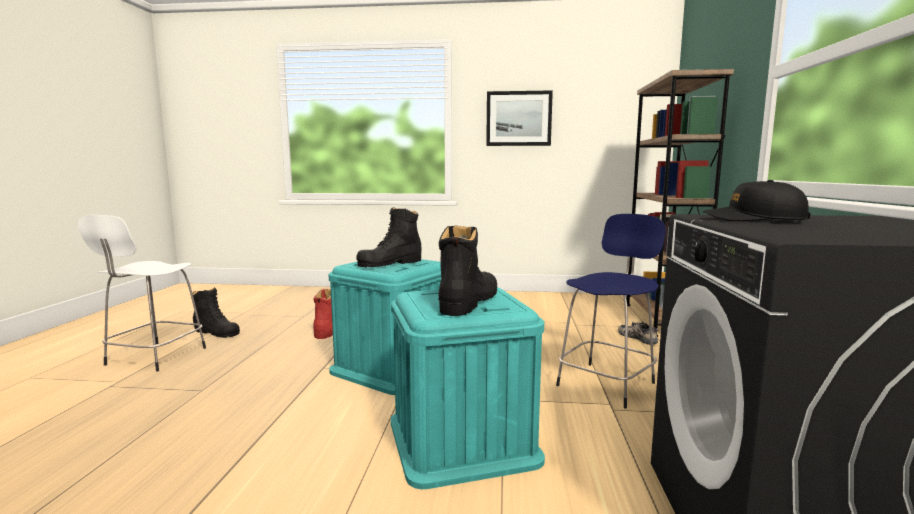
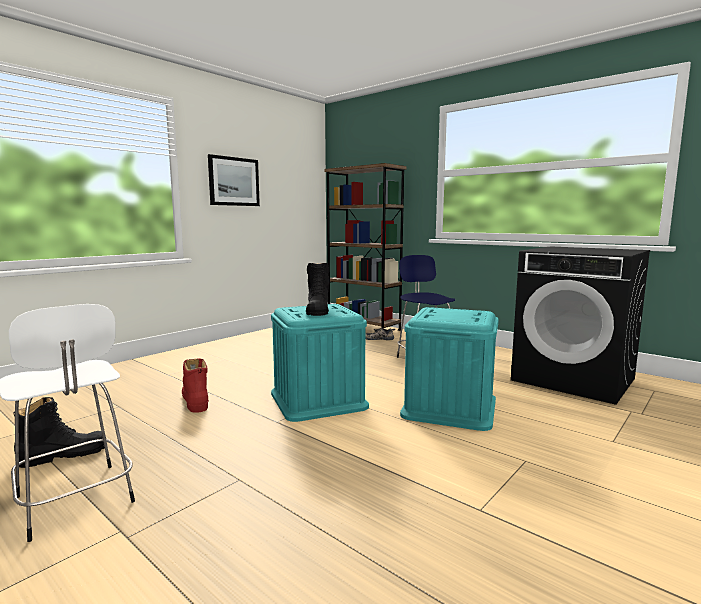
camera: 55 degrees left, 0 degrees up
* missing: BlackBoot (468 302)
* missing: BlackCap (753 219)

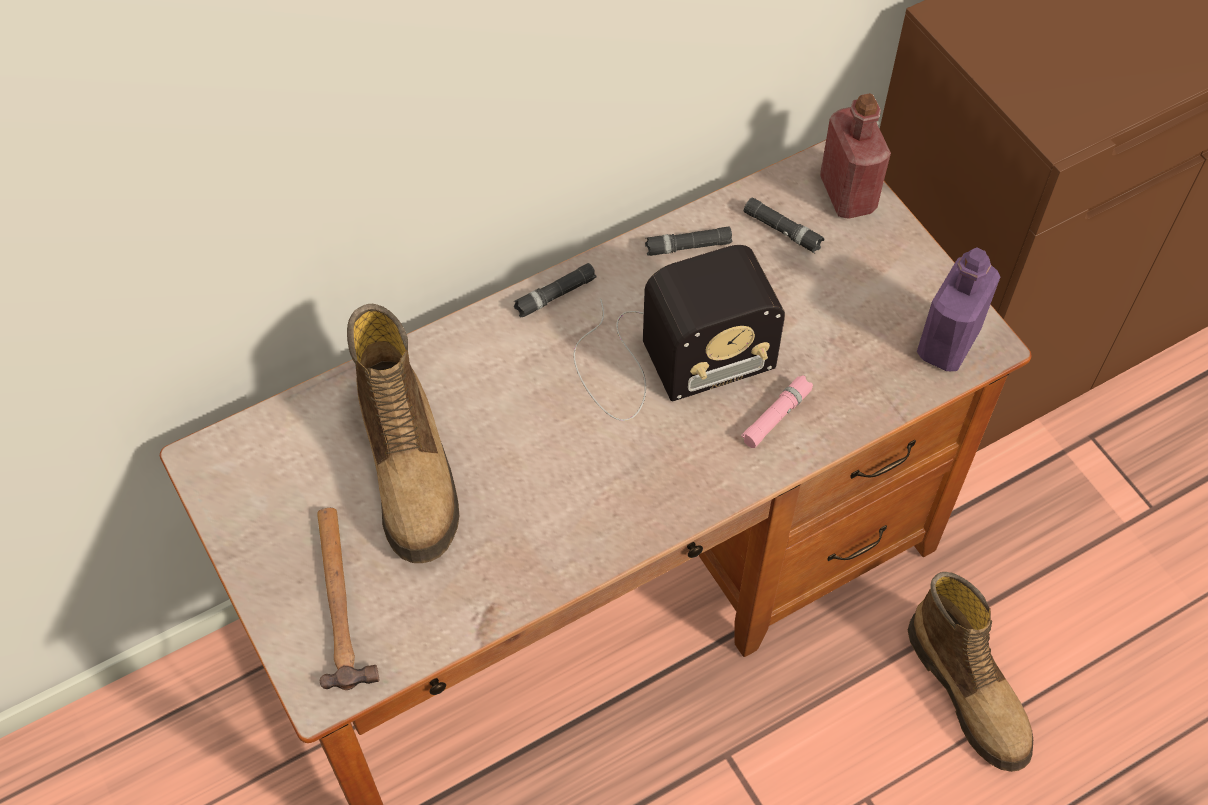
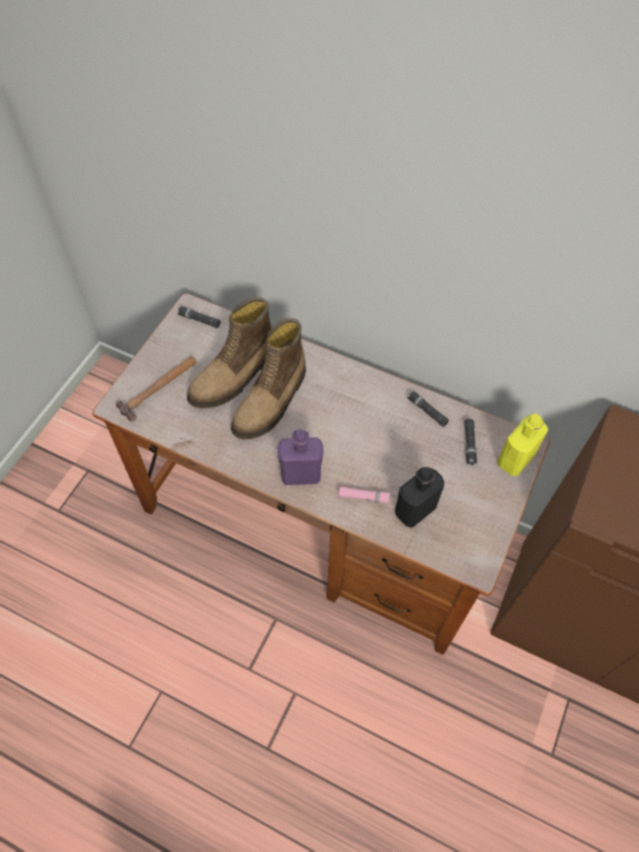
camera: 55 degrees right, 0 degrees up
* relocated: BlackFlashlight (555 295) to (199 320)
* missing: Radio (665 359)
* colour: RedBottle (847 194) to YellowBottle (515 460)
* relocated: Boot (969 691) to (272 401)
* relocated: PurpleBottle (948 343) to (301 474)
* appeared: BlackBottle (415 510)

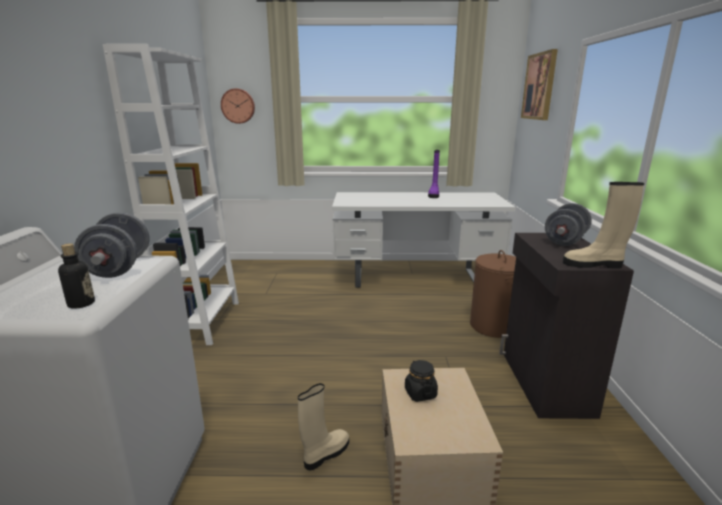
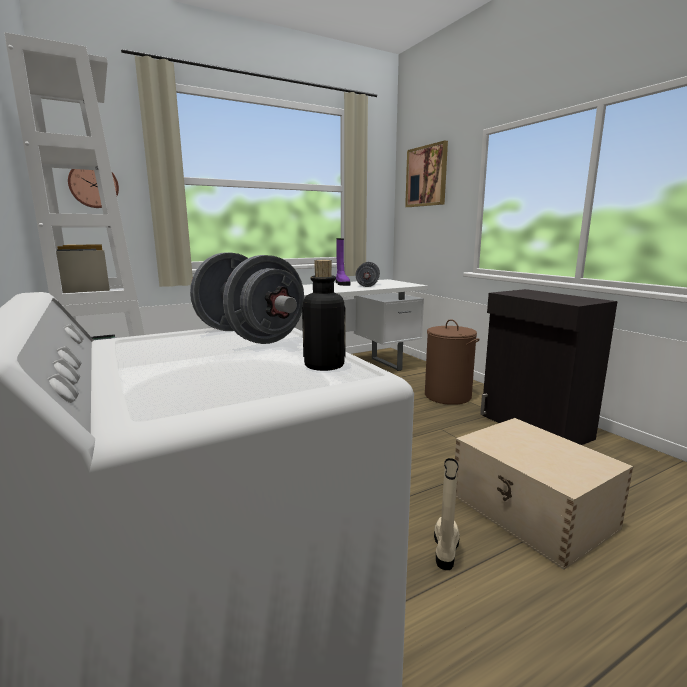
camera: 30 degrees left, 5 degrees down
* missing: BlackJar (420 393)
* relocated: GreyDumbbell (565 241) to (367 285)
* missing: BeigeBoot (594 264)

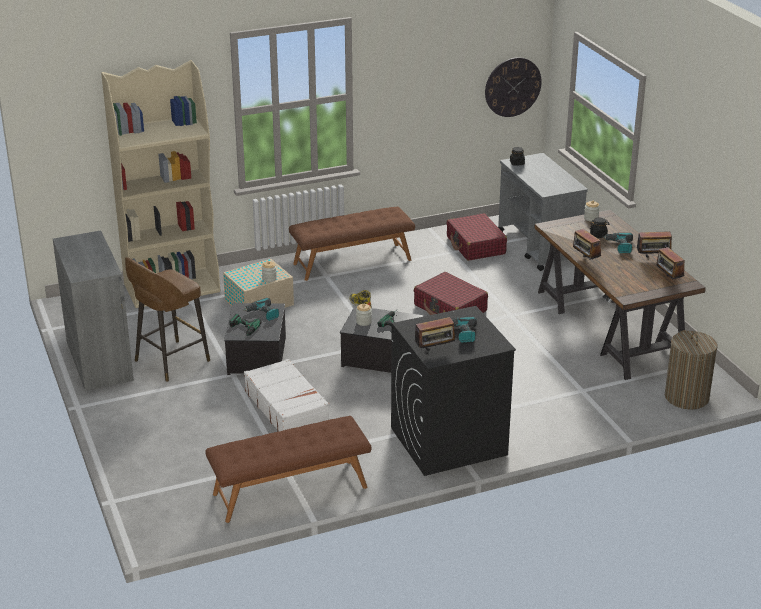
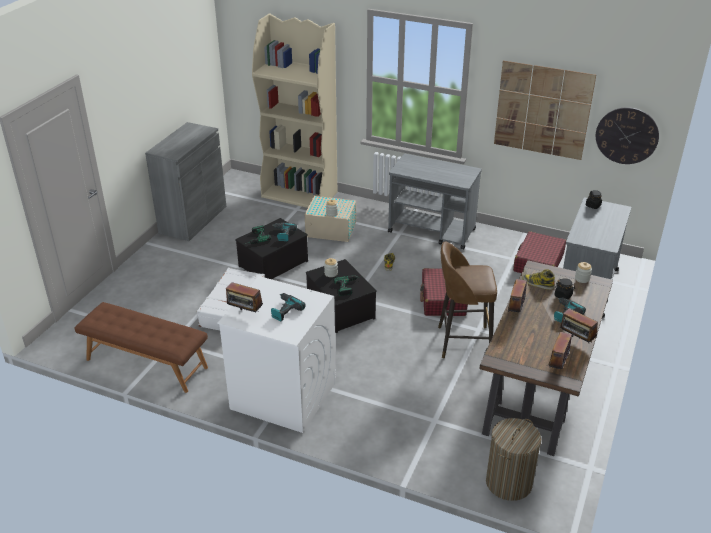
camera: 45 degrees right, 5 degrees up
* relocated: BrownStool (170 362) to (462 342)
* exchanged: BrownBench (352 261) to GreyCart (432 231)
* colour: BlackWashingMachine (448 441) to WhiteWashingMachine (283 395)
* appeared: Picture (542 110)
* appeared: Boot (537 283)

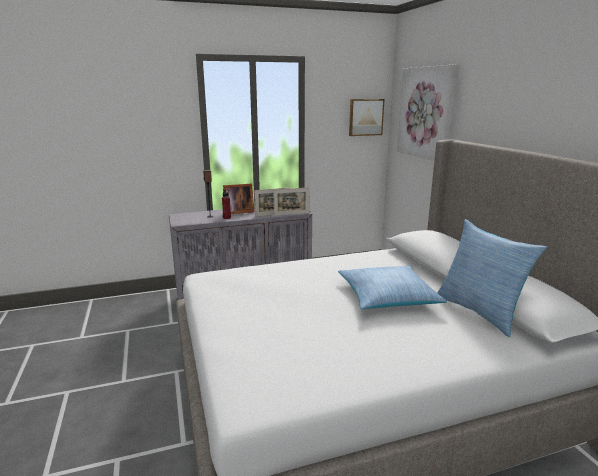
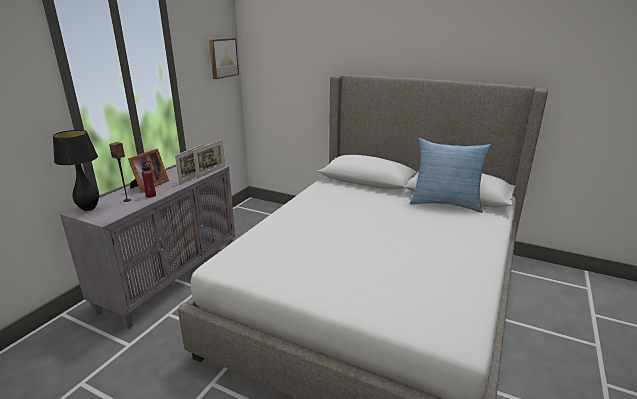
camera: 45 degrees left, 5 degrees up
* missing: Pillow (387 296)
* missing: Picture (426 113)
* appeared: BlackTableLamp (89 208)

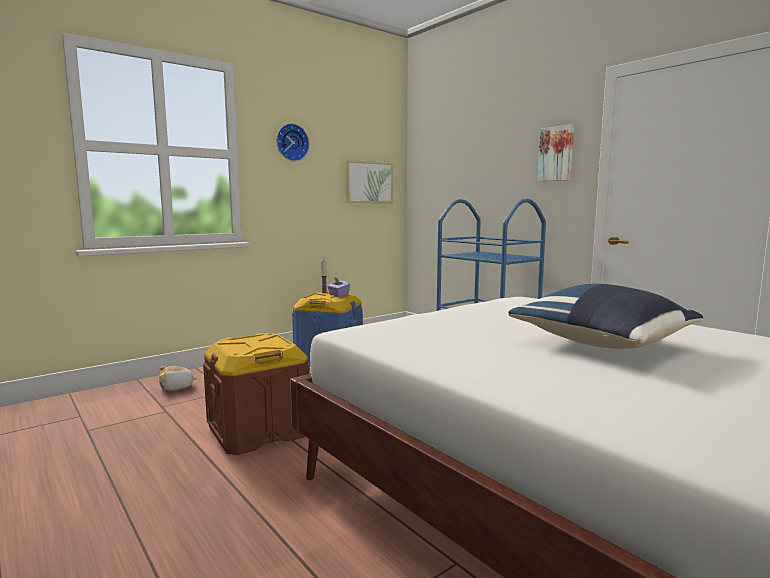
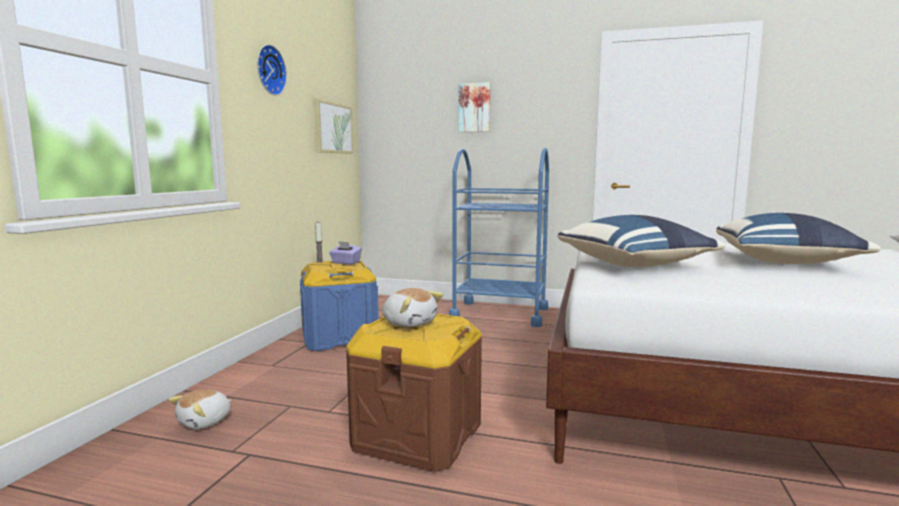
camera: 35 degrees left, 0 degrees up
* relocated: Picture (556 154) to (474 108)
* appeared: PlushToy (409 323)
* appeared: BluePillow (635 265)

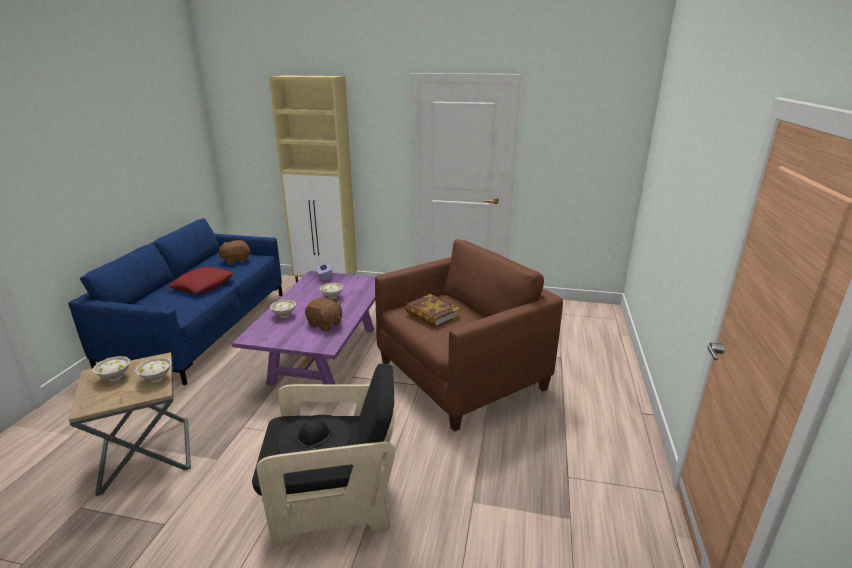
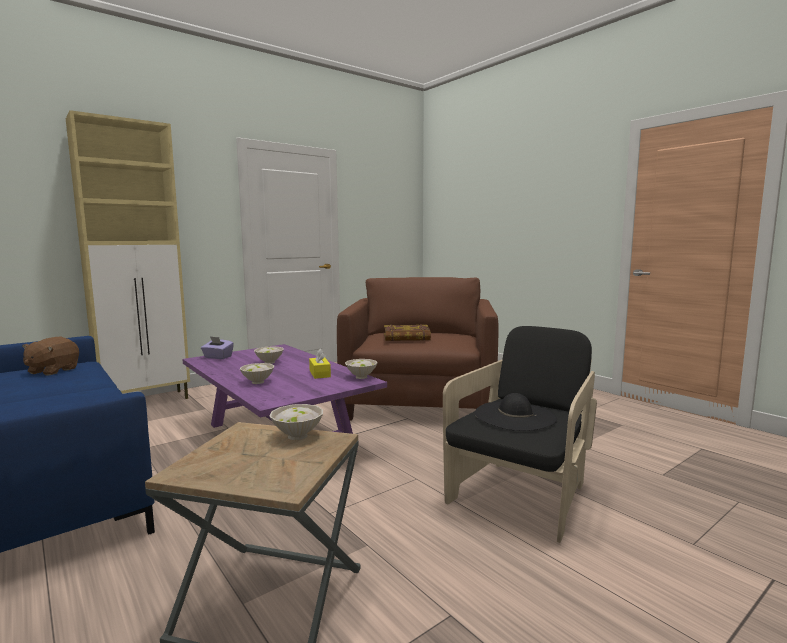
camera: 50 degrees left, 15 degrees down
* relocated: WhiteBowl (115 377) to (360 377)
* missing: RedPillow (203 285)
* exchanged: BrownPlushToy (325 324) to YellowTissueBox (320 374)

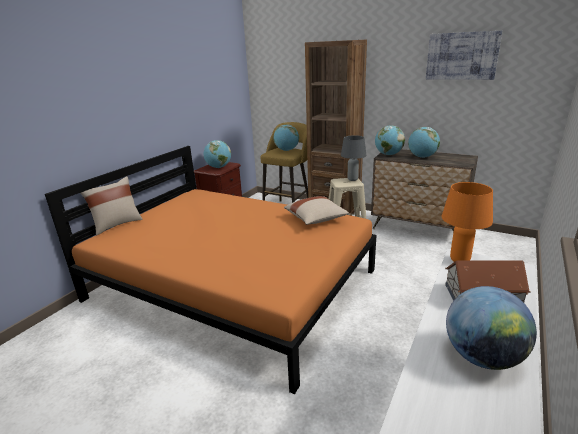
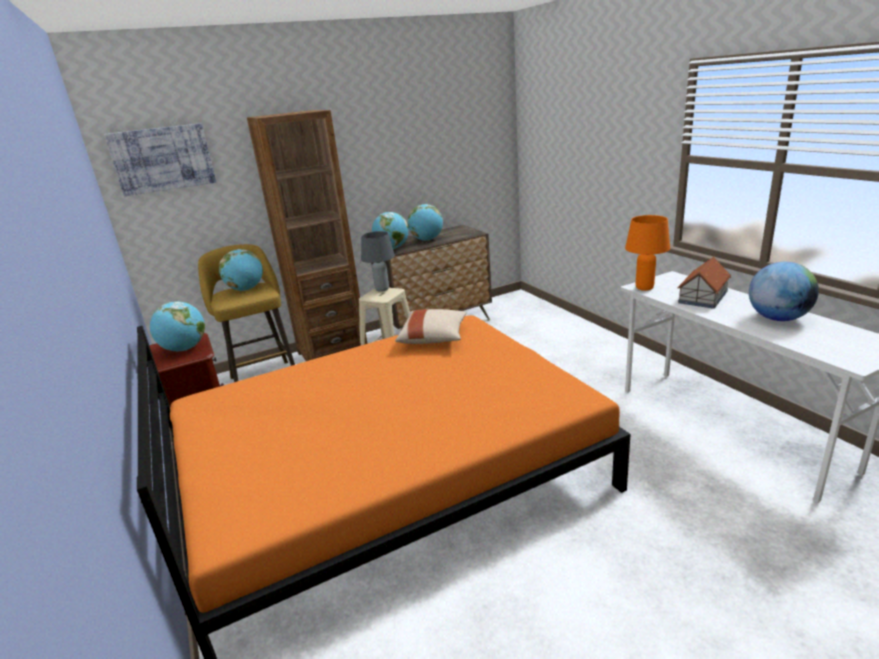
camera: 55 degrees left, 0 degrees up
* missing: BeigePillow (116 225)
* relocated: Picture (462 56) to (163 159)

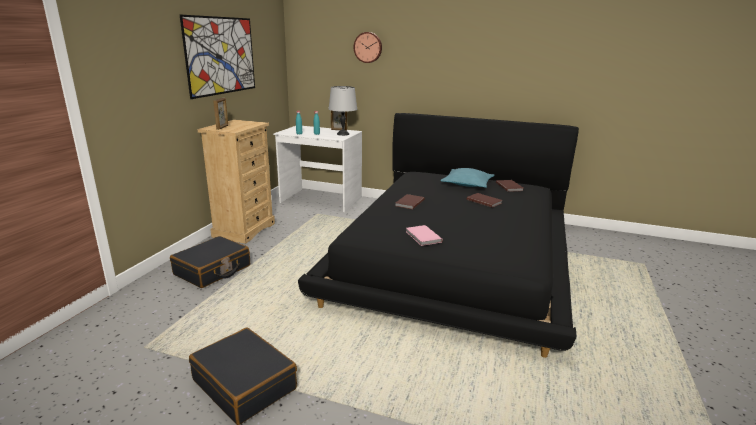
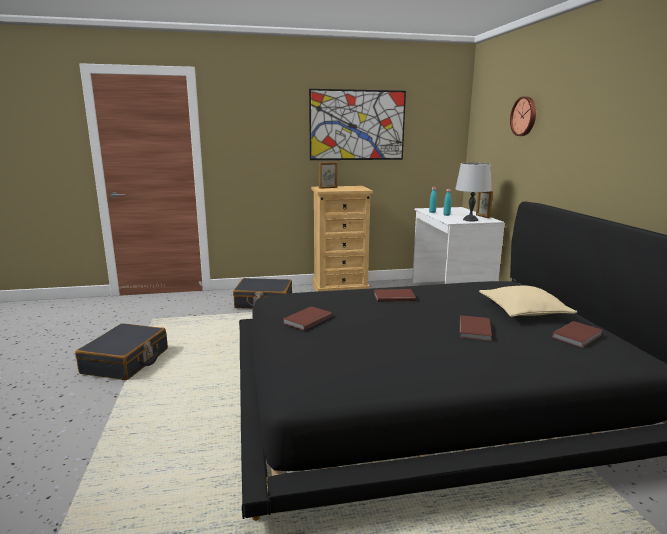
camera: 60 degrees right, 5 degrees down
* colour: PinkBook (422 237) to BrownBook (306 320)
* colour: TurquoisePillow (467 184) to BeigePillow (524 311)

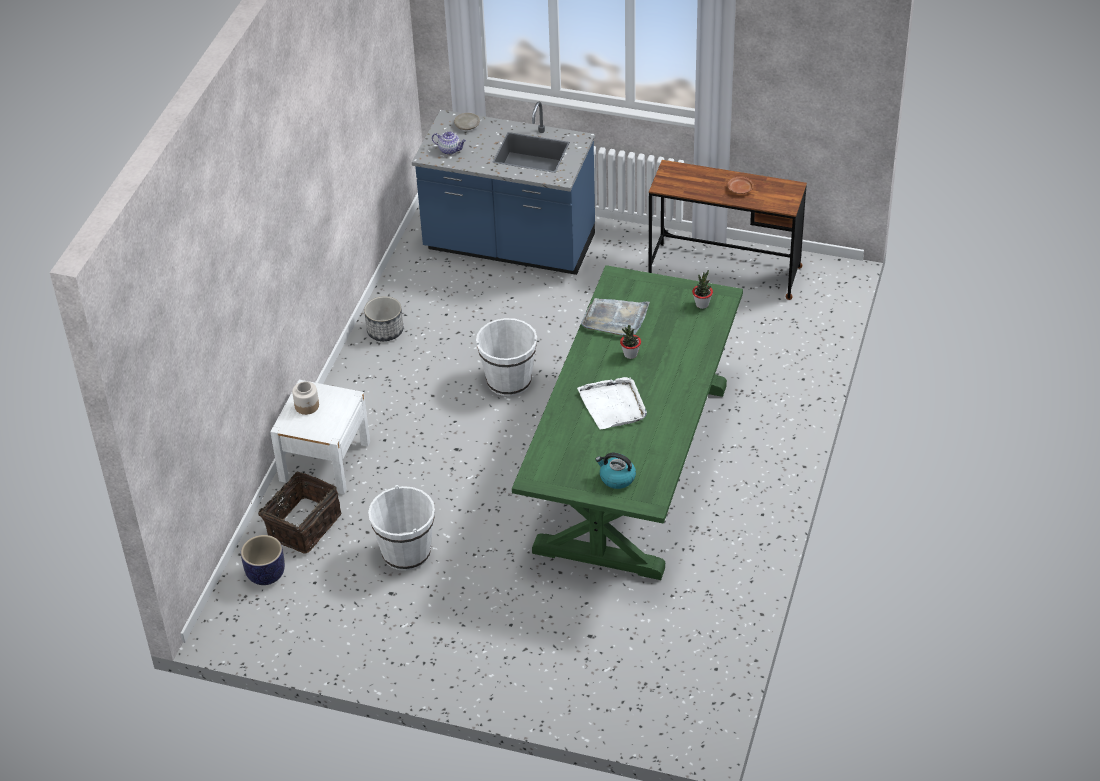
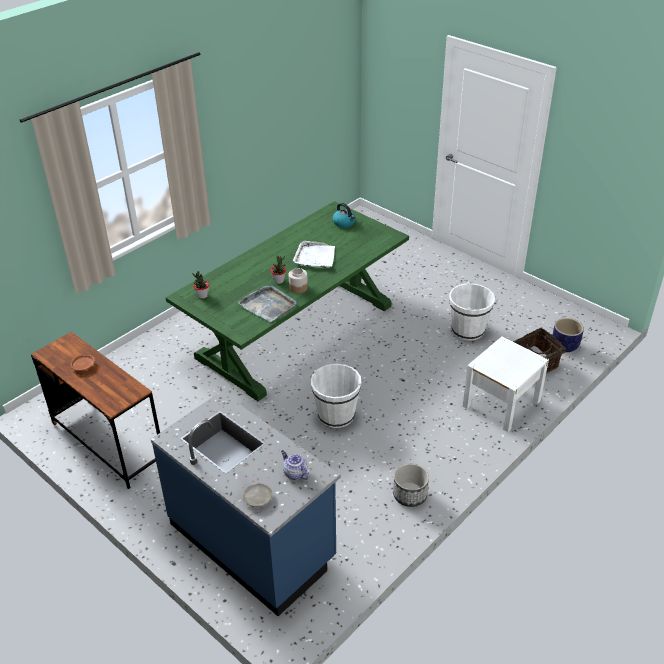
camera: 155 degrees left, 5 degrees down
* relocated: Jar (307 406) to (298 287)

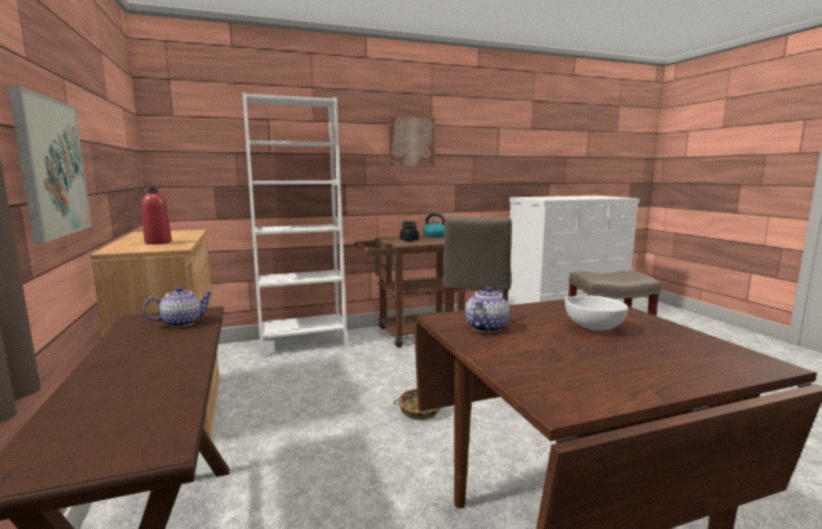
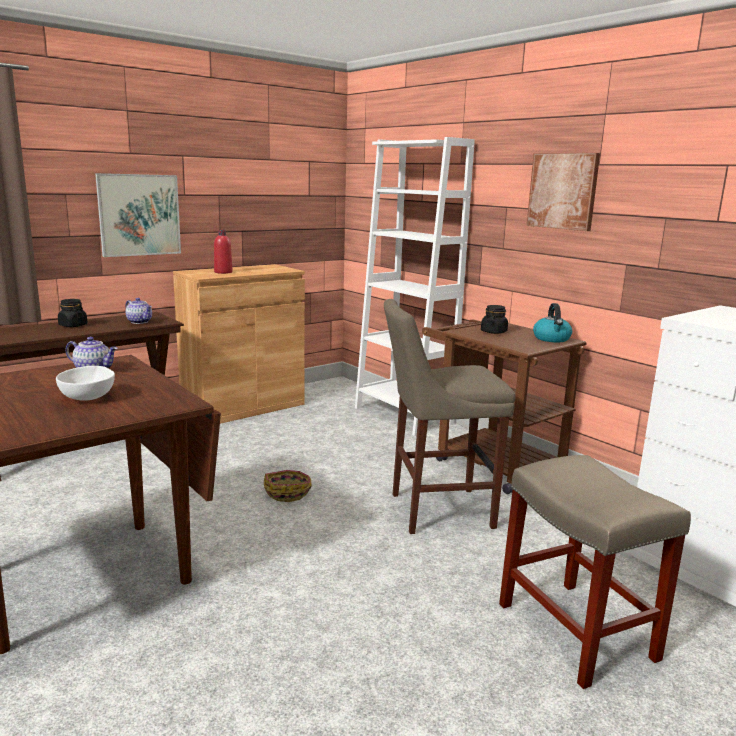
camera: 70 degrees right, 5 degrees up
* appeared: BlackJar (73 325)

